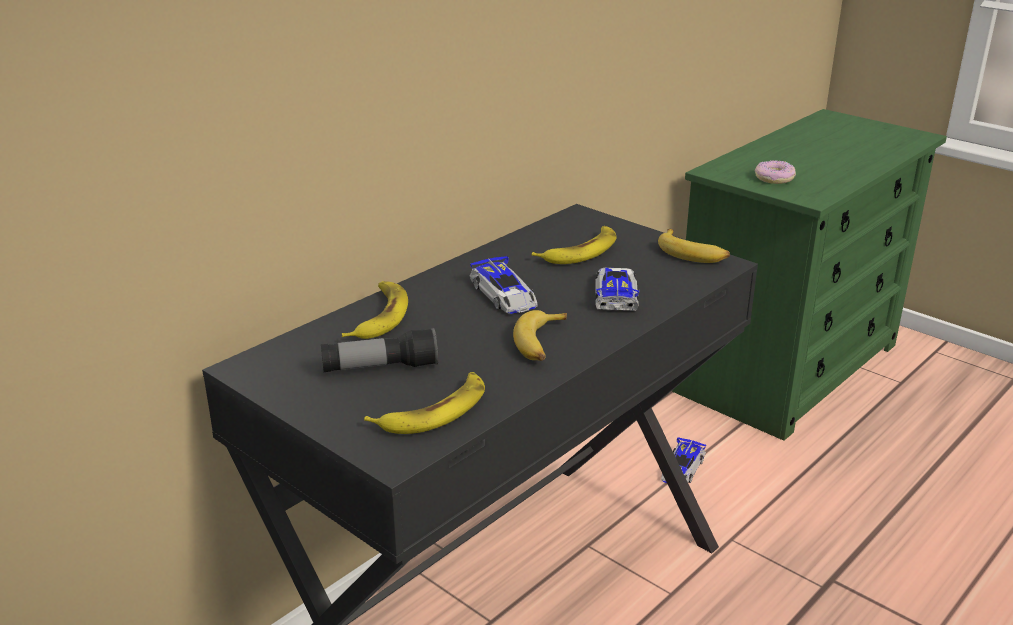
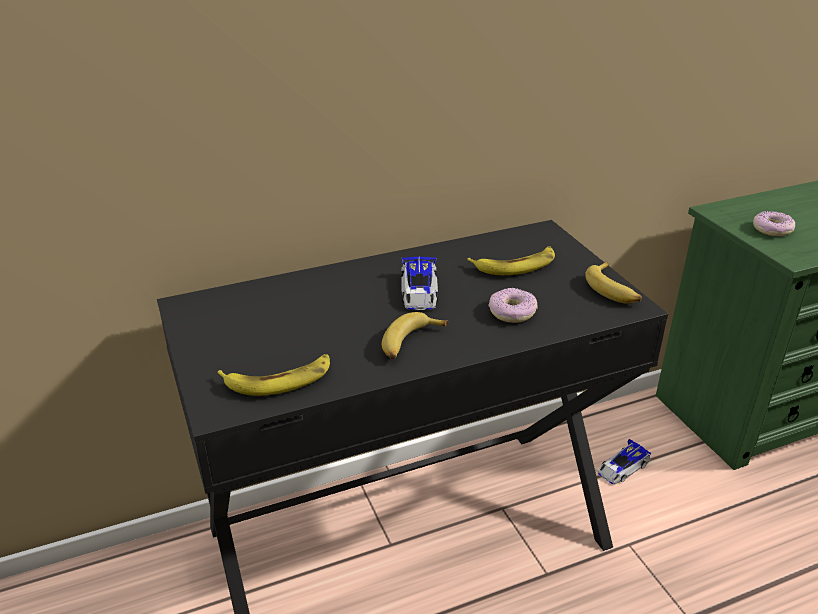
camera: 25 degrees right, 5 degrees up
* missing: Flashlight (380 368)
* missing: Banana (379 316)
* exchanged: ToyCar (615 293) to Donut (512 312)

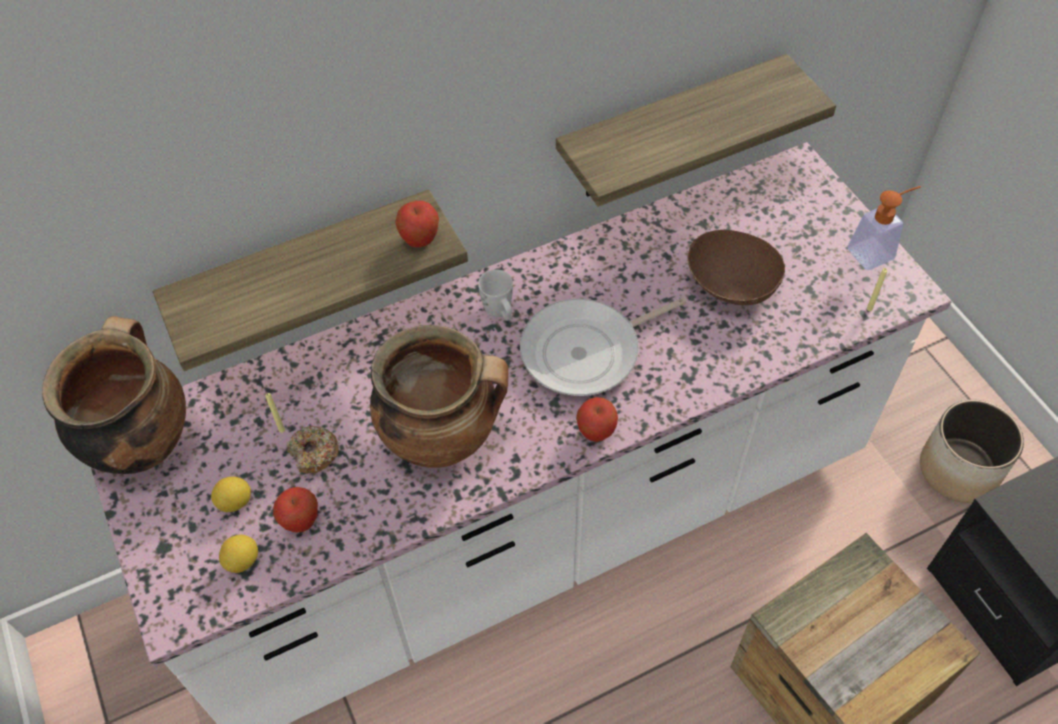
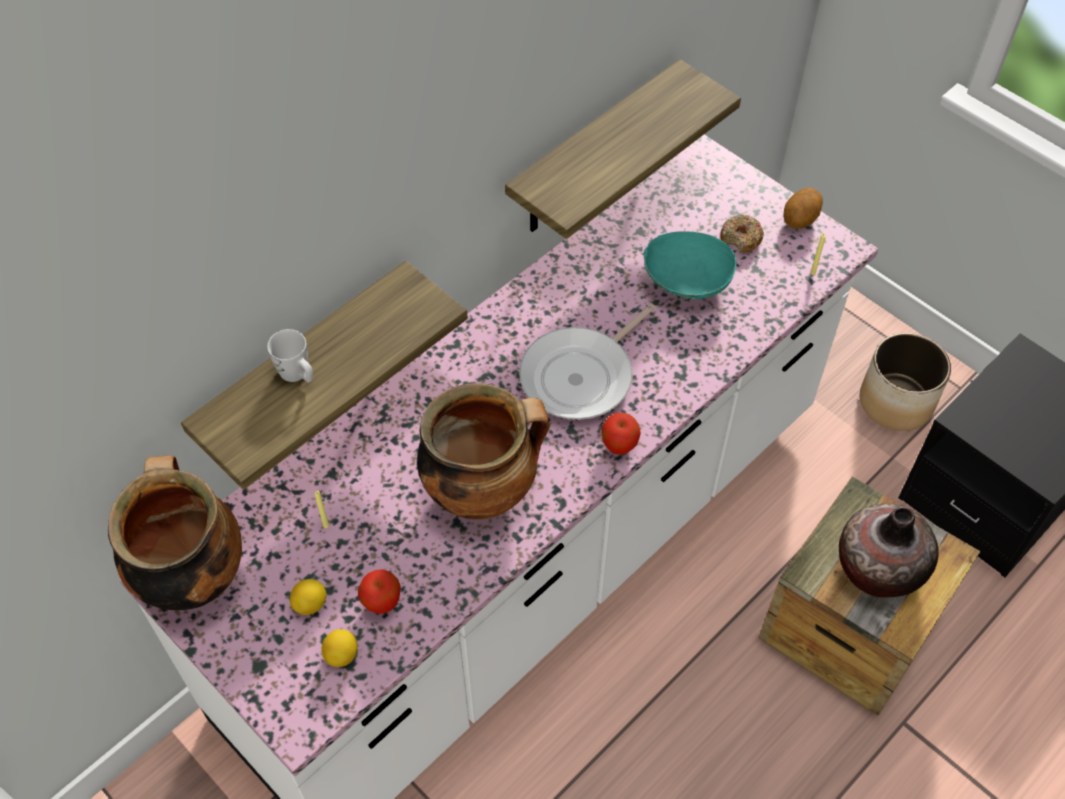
camera: 20 degrees left, 0 degrees up
* relocated: Donut (314 454) to (741 238)
* missing: Apple (420 241)
* relocated: WhiteMug (500 312) to (298 374)
* colour: BrownBowl (730 286) to TurquoiseBowl (686 284)
* exchanged: SoapDispenser (876 251) to Potato (800 220)
* appeared: Vase (878 567)

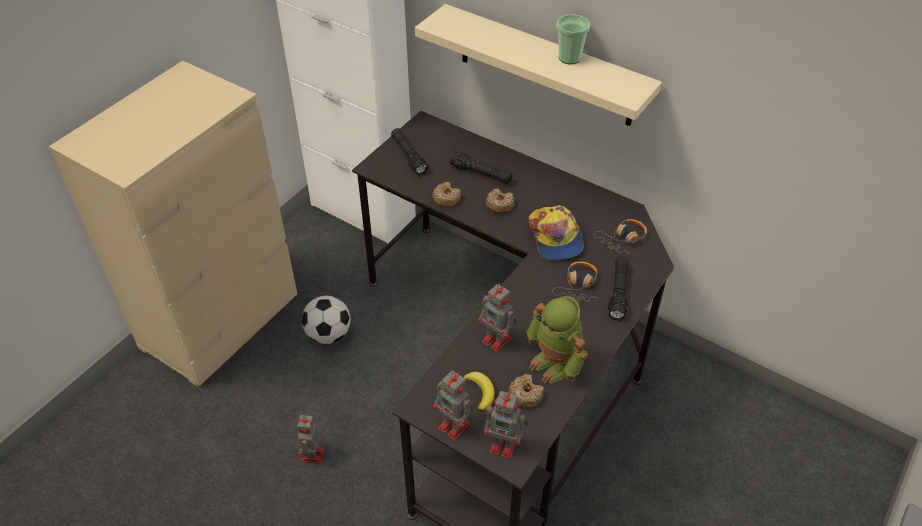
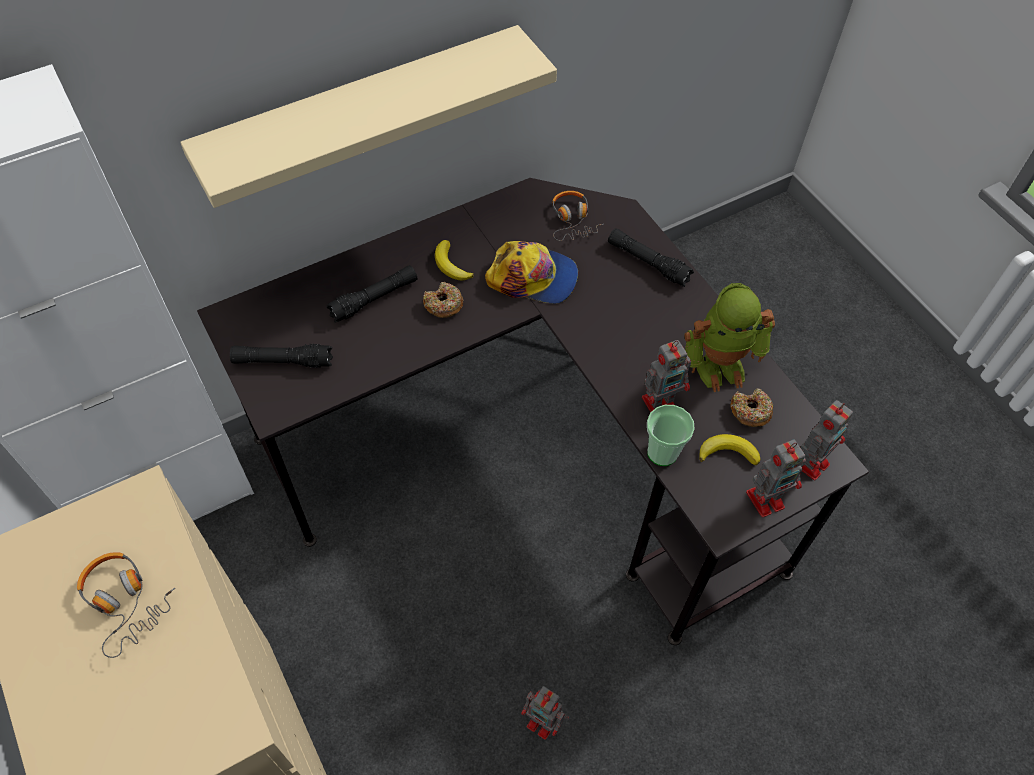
camera: 65 degrees left, 10 degrees up
* missing: Football (328 334)
* missing: Donut (446 198)
* relocated: Headphones (578 286) to (124 602)
* relocated: Cup (569 58) to (662 452)
* appeared: Banana (451 265)

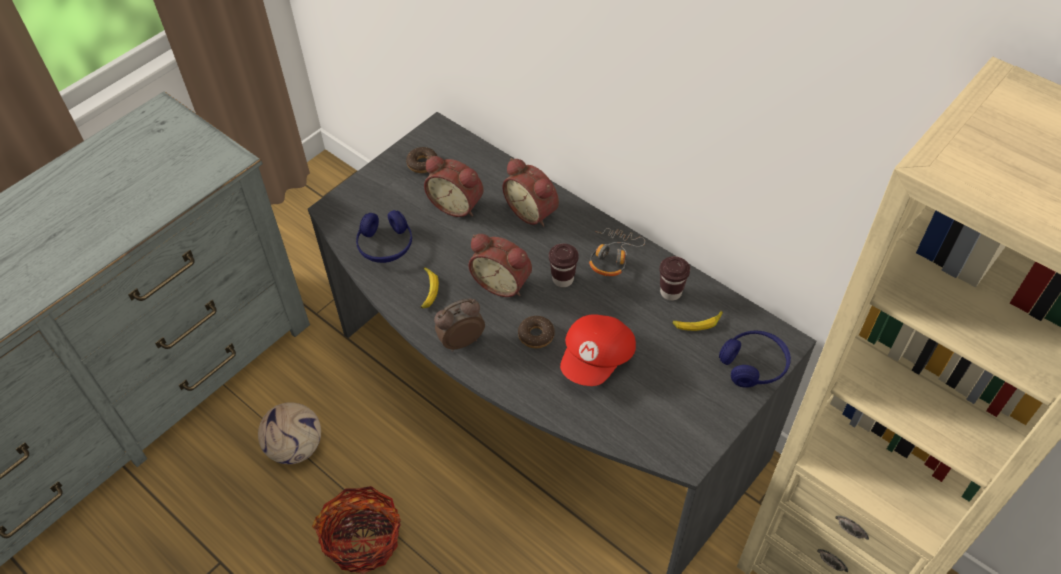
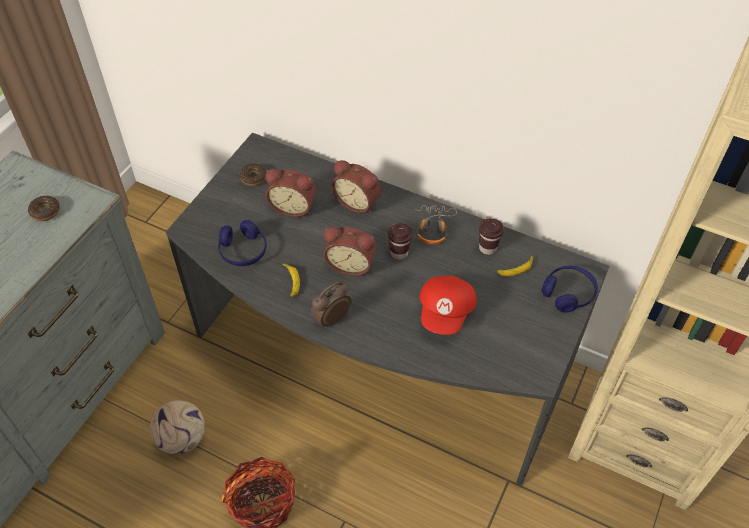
camera: 15 degrees left, 0 degrees up
* relocated: Donut (536 335) to (45 211)

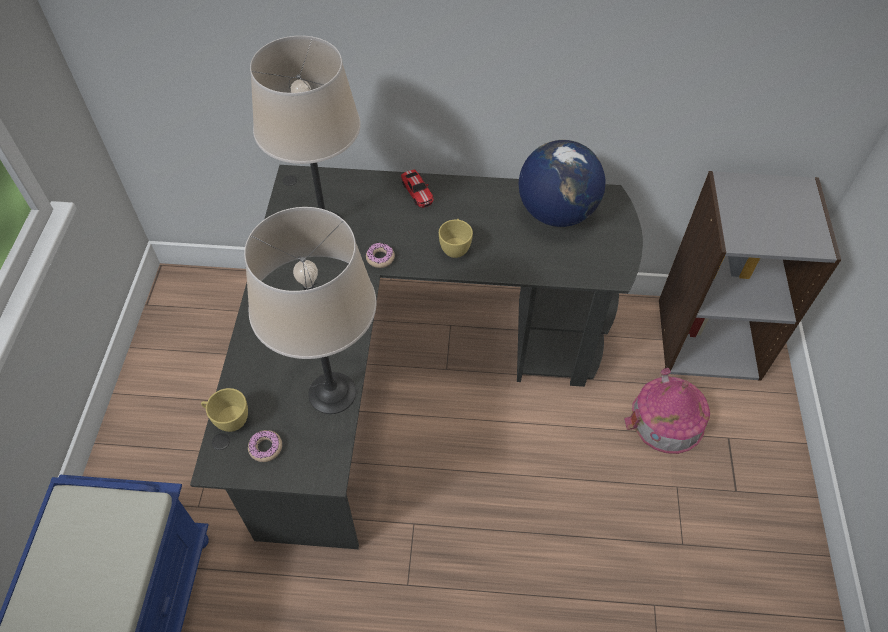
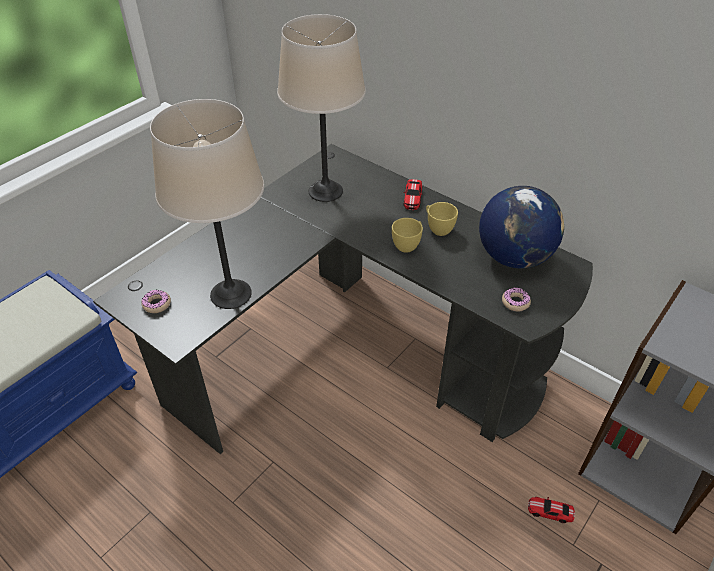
camera: 35 degrees right, 10 degrees down
* relocated: YellowCup (228 420) to (438 228)
* relocated: Donut (380 258) to (515 302)
* exchanged: ToyHouse (667 419) to ToyCar (550 512)

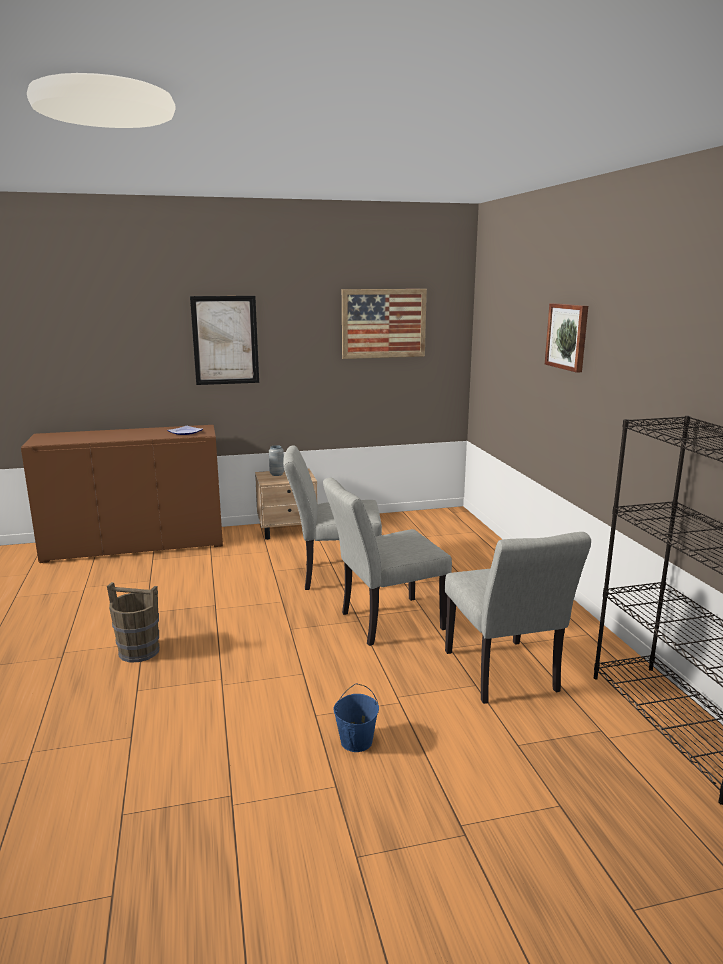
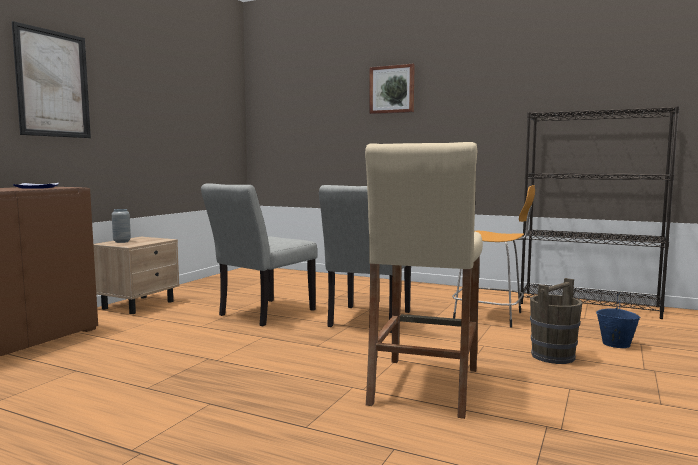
camera: 50 degrees left, 10 degrees down
* relocated: BrownBucket (139 651) to (553 356)
* relocated: BlueBucket (356 741) to (615 344)
* missing: Picture (383 323)
* exchanged: GreyChair (504 676) to OrangeStool (490 316)
* appeared: BeigeStool (424 386)

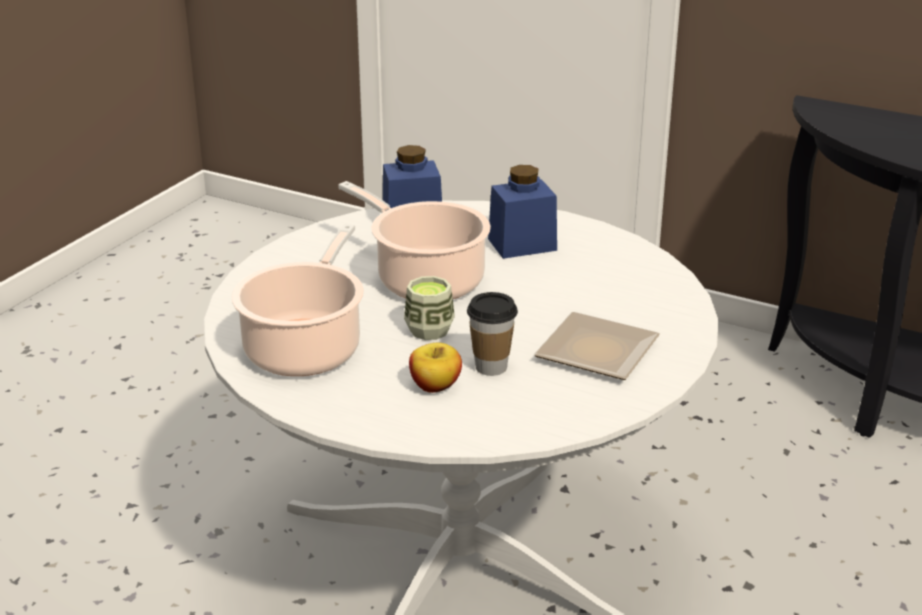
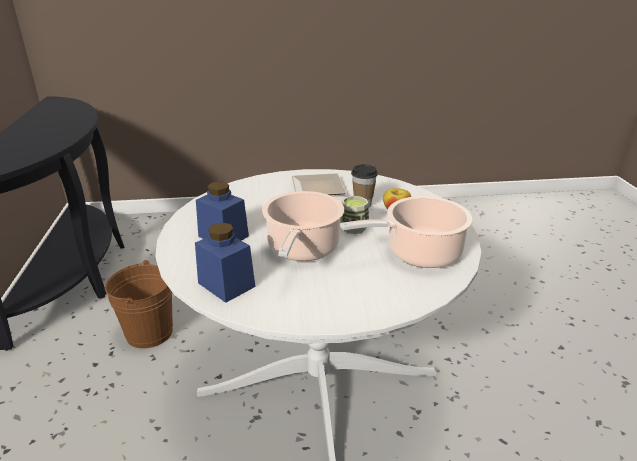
camera: 125 degrees left, 0 degrees up
* appeared: BrownBucket (149 332)

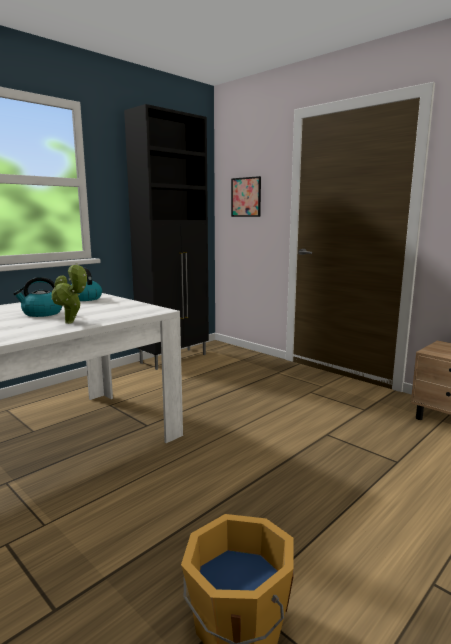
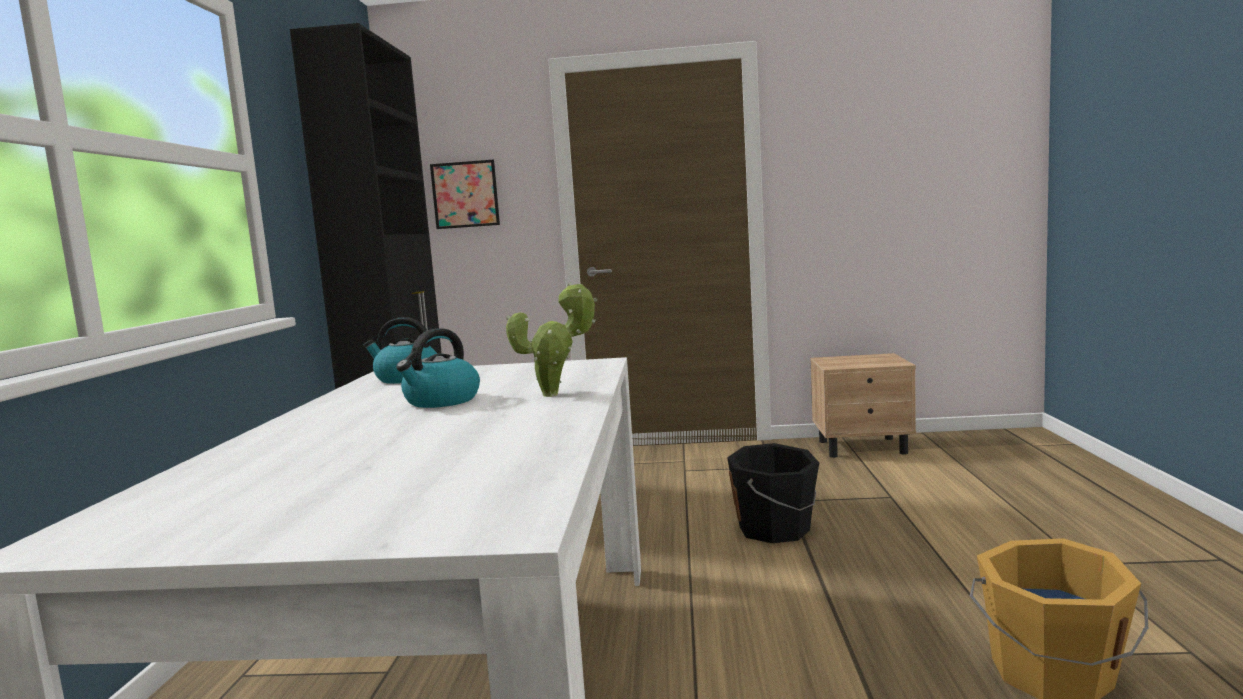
camera: 40 degrees left, 5 degrees down
* appeared: BlackBucket (776 529)

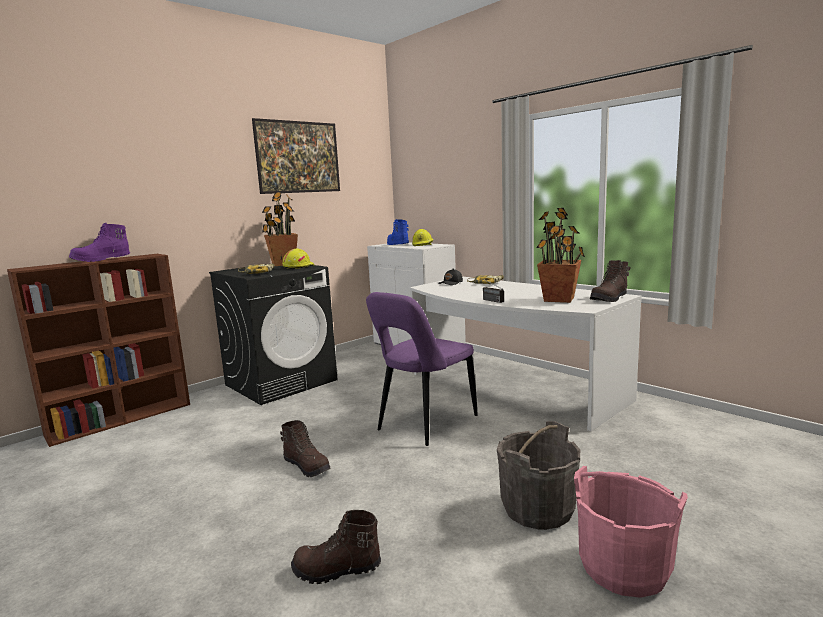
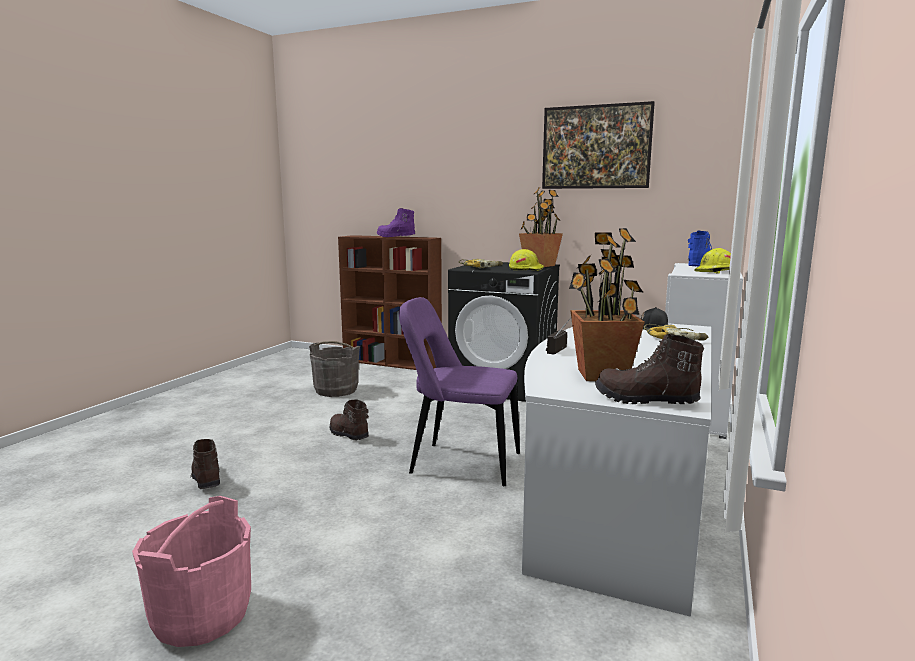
camera: 65 degrees right, 0 degrees up
* spun: BrownBoot (307 466) = (348 434) 120 degrees clockwise
* relocated: GreyBucket (538 509) to (336 390)

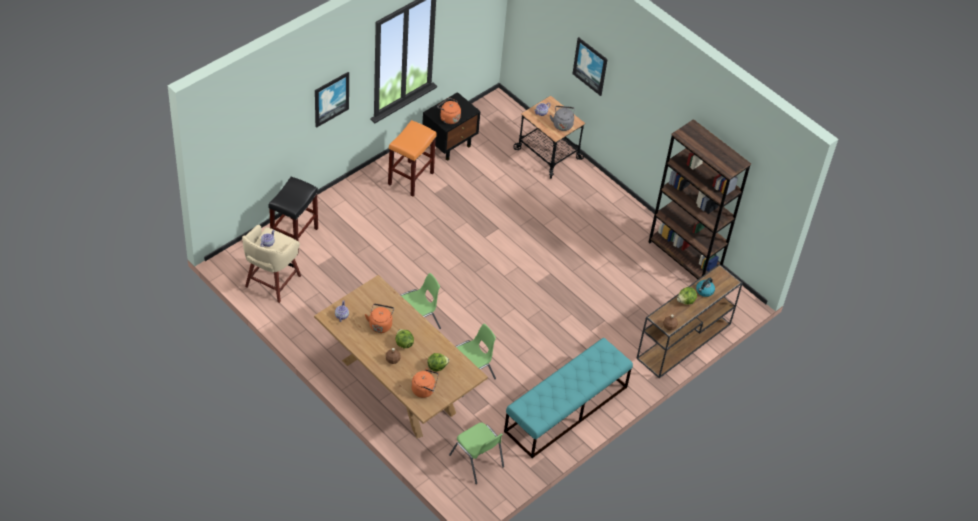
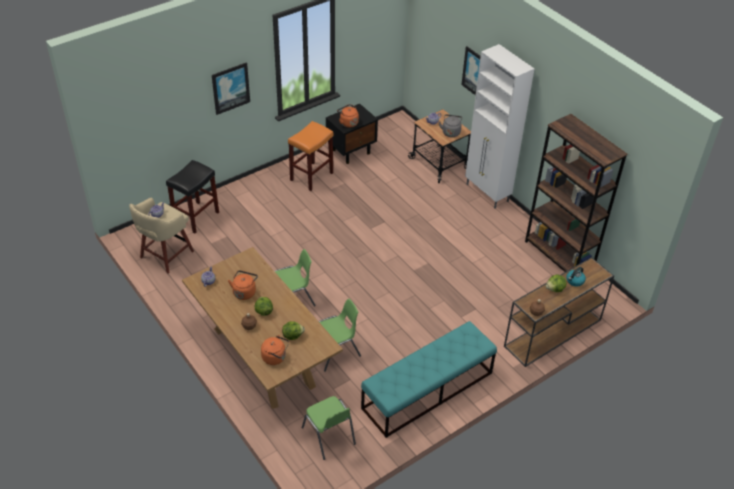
camera: 10 degrees right, 5 degrees down
* appeared: WhiteCabinet (487 193)

